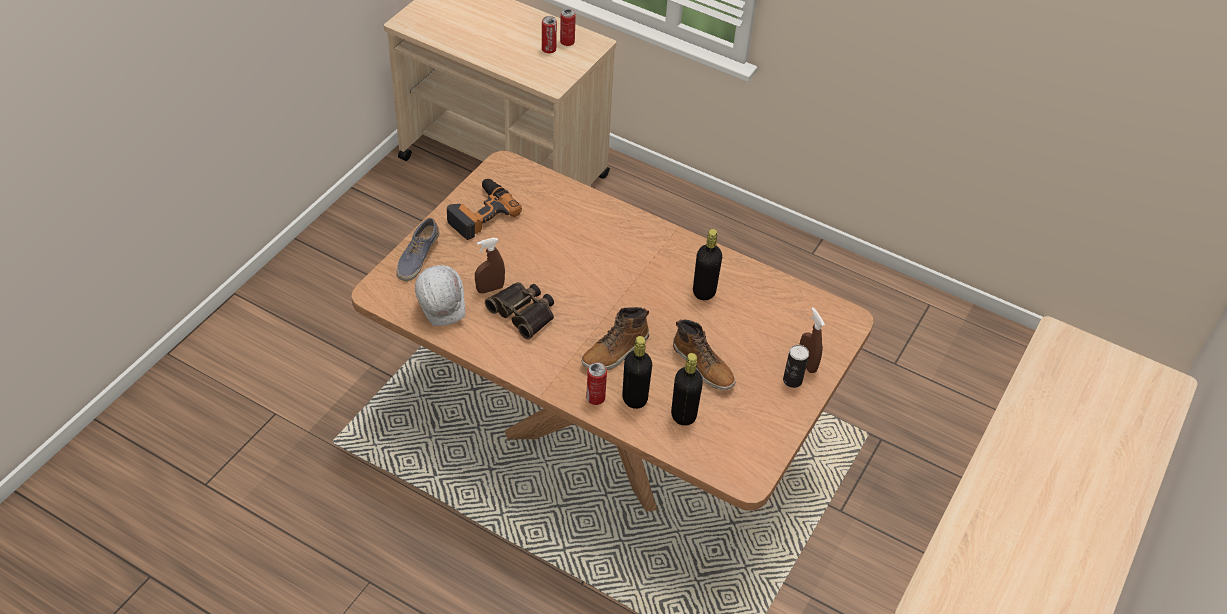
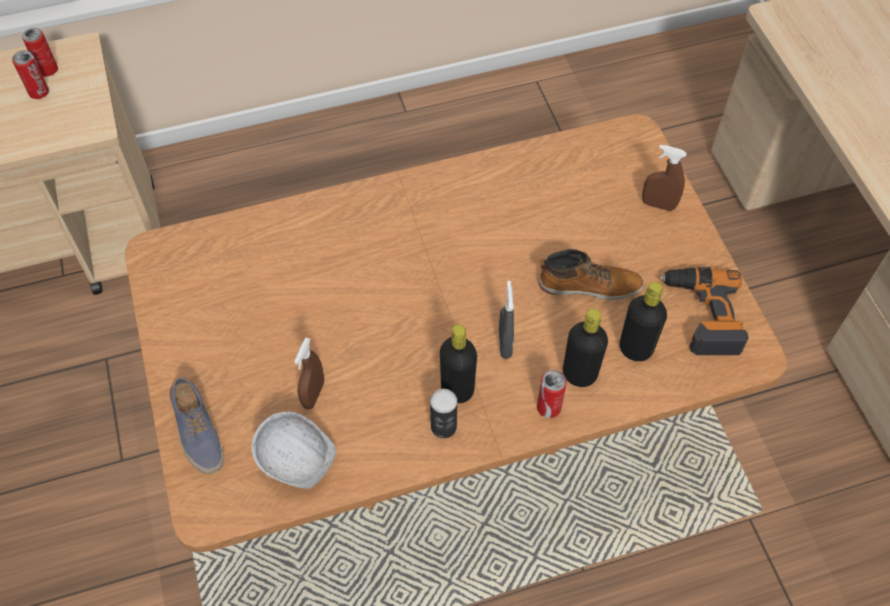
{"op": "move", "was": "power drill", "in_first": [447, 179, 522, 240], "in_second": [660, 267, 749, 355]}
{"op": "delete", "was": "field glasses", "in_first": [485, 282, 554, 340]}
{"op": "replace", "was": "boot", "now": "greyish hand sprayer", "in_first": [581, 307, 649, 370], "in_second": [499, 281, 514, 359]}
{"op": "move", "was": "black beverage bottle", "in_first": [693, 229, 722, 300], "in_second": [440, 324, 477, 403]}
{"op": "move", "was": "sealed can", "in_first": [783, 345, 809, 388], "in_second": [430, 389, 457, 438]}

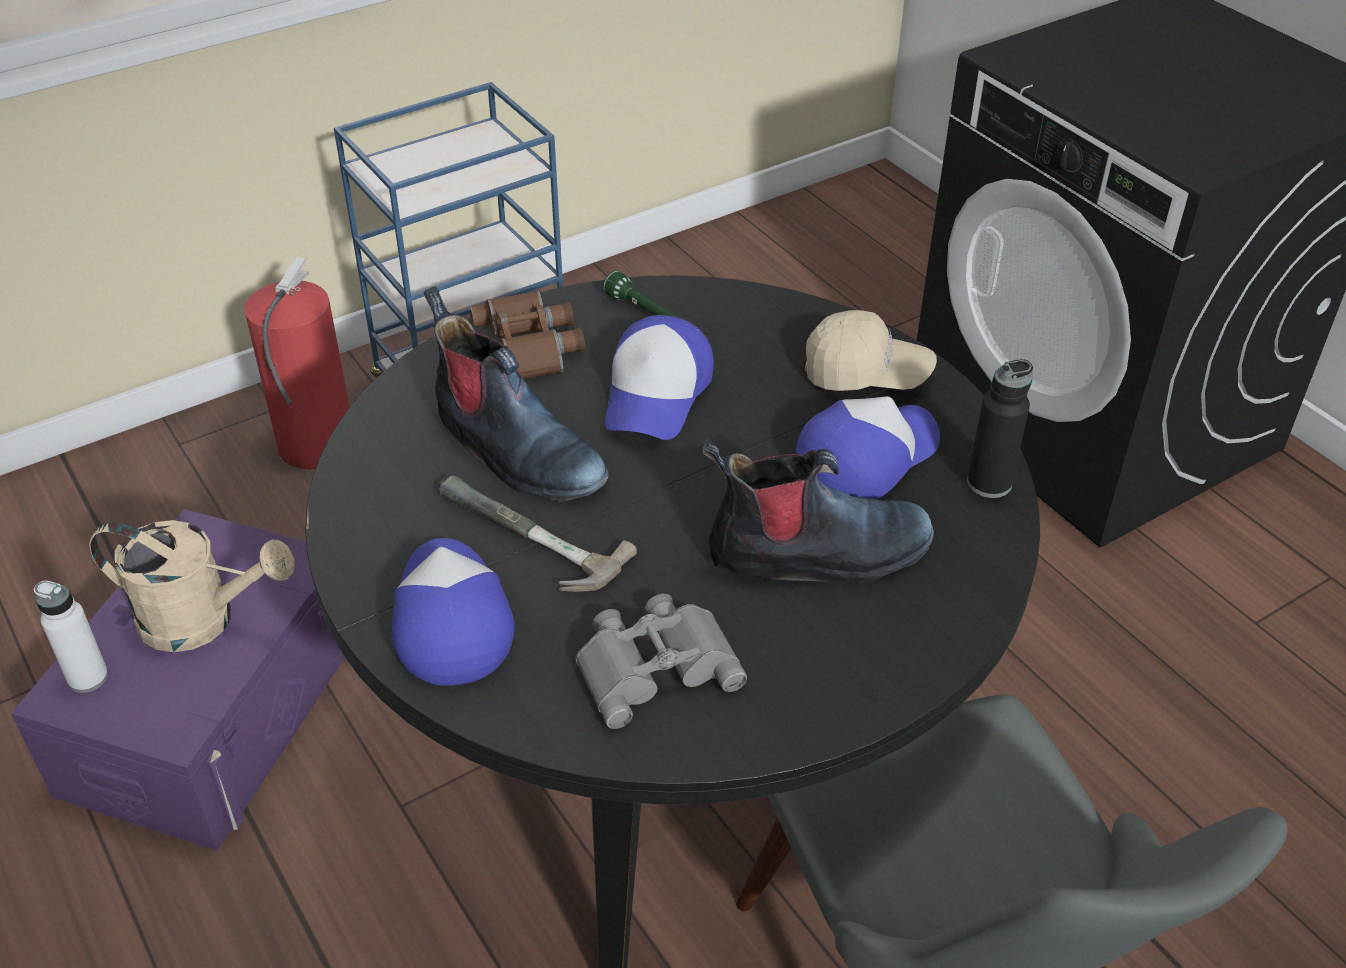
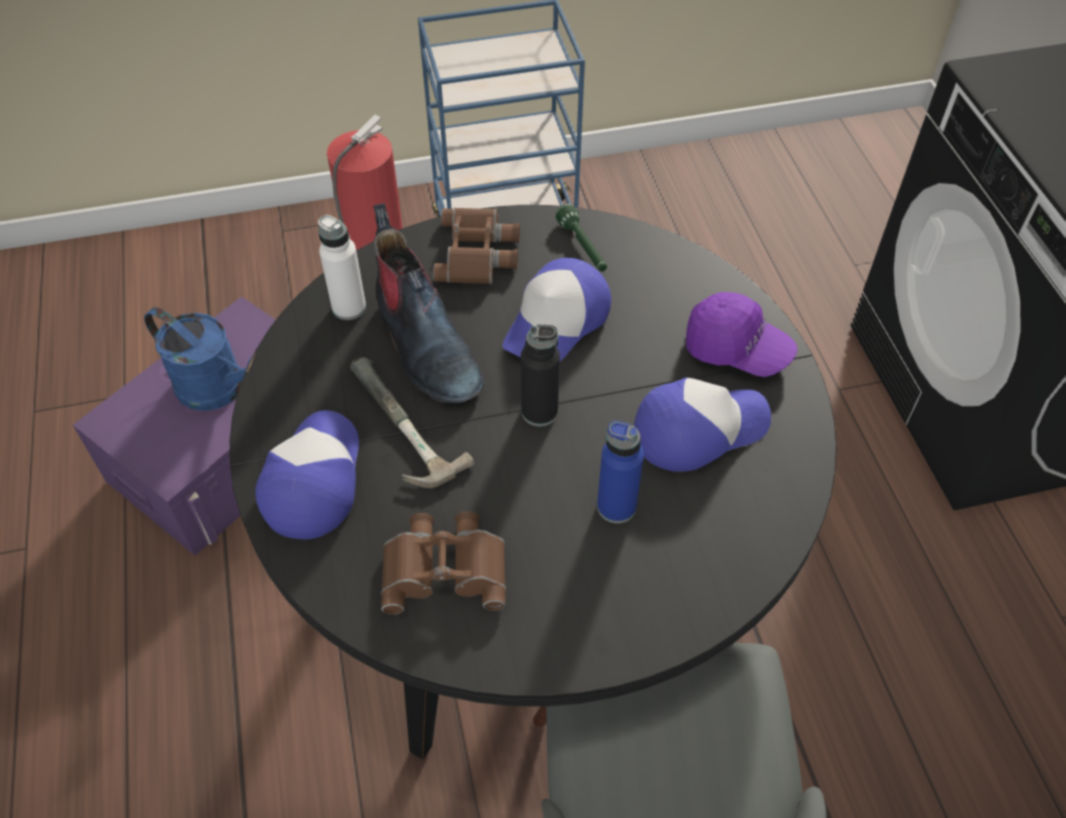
{"op": "move", "was": "whitish beverage bottle", "in_first": [34, 581, 108, 693], "in_second": [318, 215, 366, 320]}
{"op": "recolor", "was": "beige watering pot", "now": "bluish watering pot", "in_first": [89, 520, 295, 652], "in_second": [144, 307, 253, 411]}
{"op": "recolor", "was": "greyish field glasses", "now": "brown field glasses", "in_first": [575, 594, 747, 729], "in_second": [381, 511, 506, 615]}
{"op": "replace", "was": "boot", "now": "bluish beverage bottle", "in_first": [701, 438, 934, 583], "in_second": [597, 421, 644, 523]}
{"op": "recolor", "was": "beige cap", "now": "purplish cap", "in_first": [805, 310, 937, 391], "in_second": [686, 292, 797, 377]}
{"op": "move", "was": "black beverage bottle", "in_first": [967, 359, 1033, 498], "in_second": [521, 325, 560, 426]}

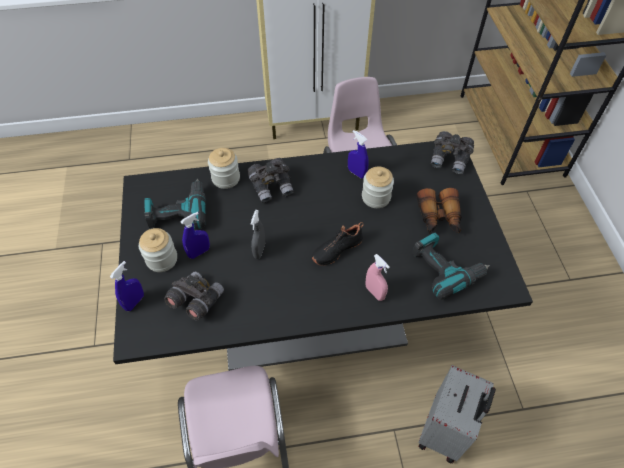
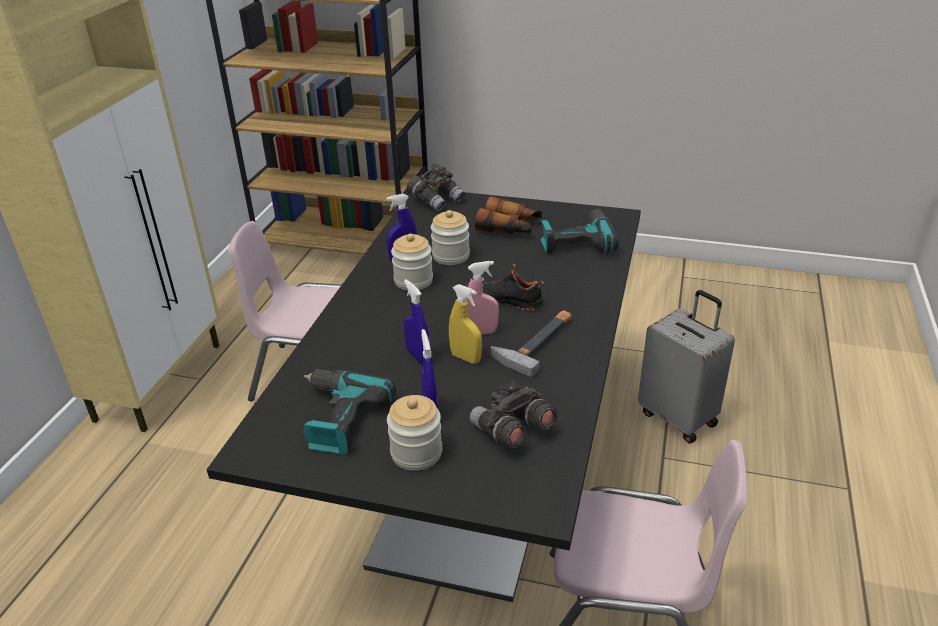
{"op": "move", "was": "bluish hand sprayer", "in_first": [110, 261, 144, 311], "in_second": [404, 279, 430, 364]}
{"op": "move", "was": "preserve jar", "in_first": [208, 148, 240, 189], "in_second": [391, 234, 433, 291]}
{"op": "delete", "was": "greyish field glasses", "in_first": [248, 158, 294, 203]}
{"op": "recolor", "was": "greyish hand sprayer", "now": "yellowish hand sprayer", "in_first": [251, 210, 265, 259], "in_second": [449, 284, 482, 364]}
{"op": "rotate", "was": "black shoe", "in_first": [312, 222, 363, 266], "in_second": [466, 264, 544, 311], "clockwise": 120}
{"op": "move", "was": "pink hand sprayer", "in_first": [365, 254, 390, 301], "in_second": [466, 261, 499, 335]}
{"op": "insert", "now": "hand hammer", "in_second": [491, 310, 571, 377]}

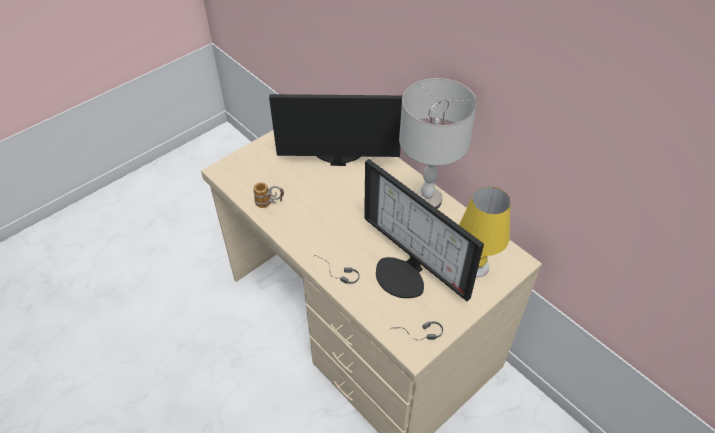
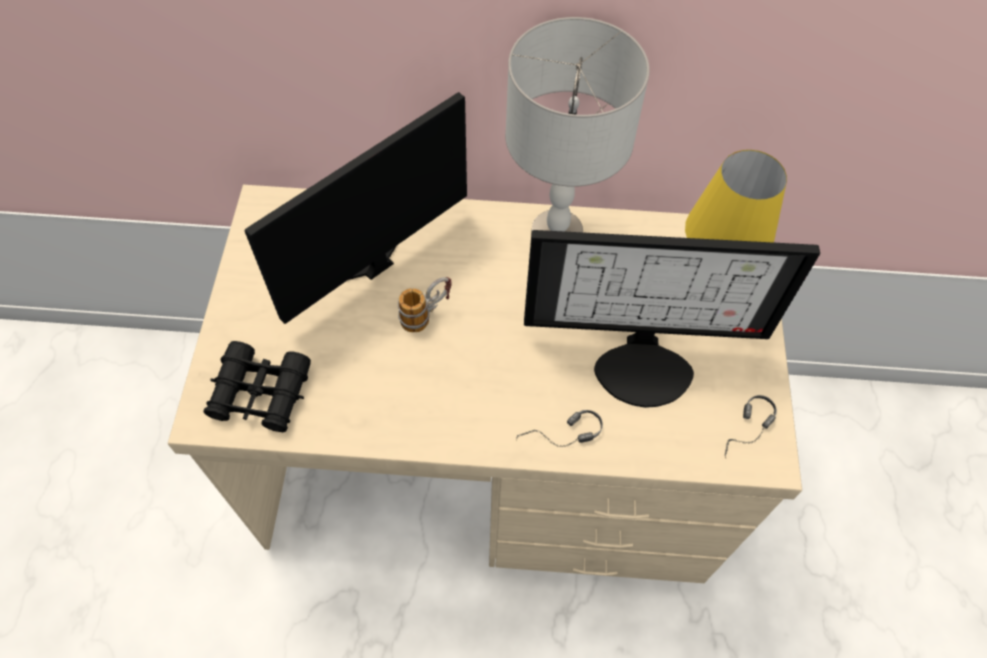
{"op": "move", "was": "tea mug", "in_first": [253, 182, 284, 208], "in_second": [398, 277, 452, 332]}
{"op": "insert", "now": "black field glasses", "in_second": [203, 341, 311, 432]}

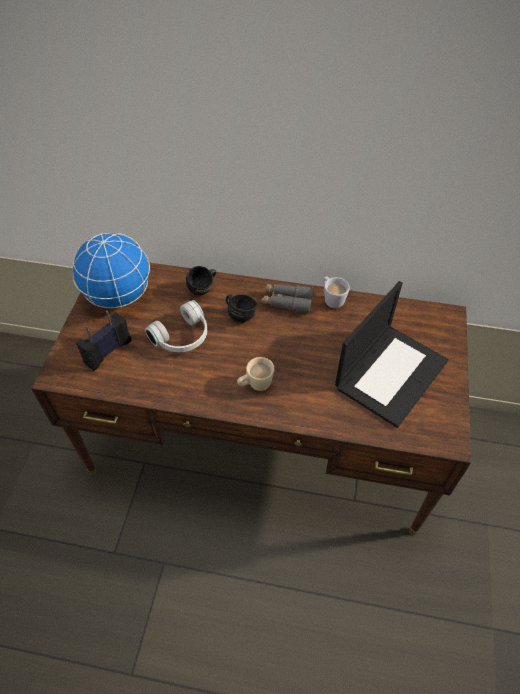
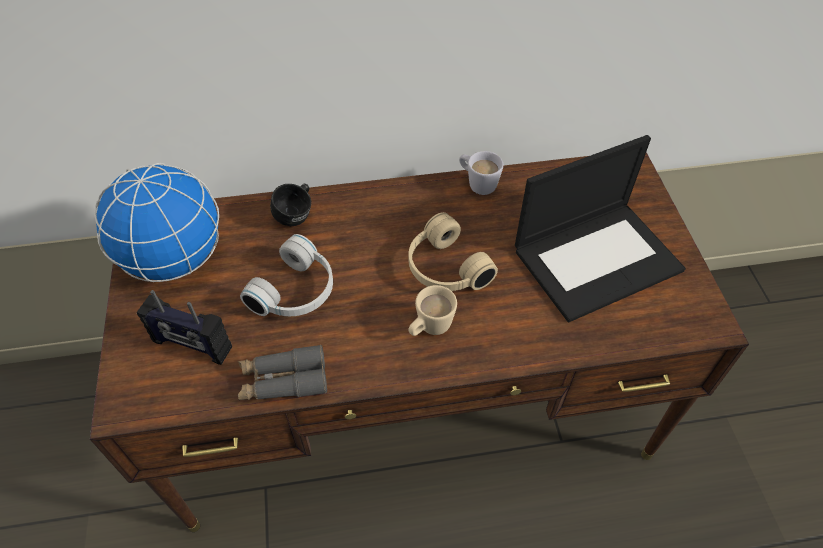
{"op": "rotate", "was": "radio set", "in_first": [76, 310, 132, 371], "in_second": [137, 290, 232, 365], "clockwise": -90}
{"op": "delete", "was": "black tea mug", "in_first": [226, 294, 257, 323]}
{"op": "move", "was": "greyish field glasses", "in_first": [261, 284, 314, 314], "in_second": [237, 344, 327, 400]}
{"op": "rotate", "was": "portable computer", "in_first": [335, 281, 448, 428], "in_second": [515, 135, 686, 322], "clockwise": 45}
{"op": "insert", "now": "beige headphones", "in_second": [409, 212, 498, 291]}

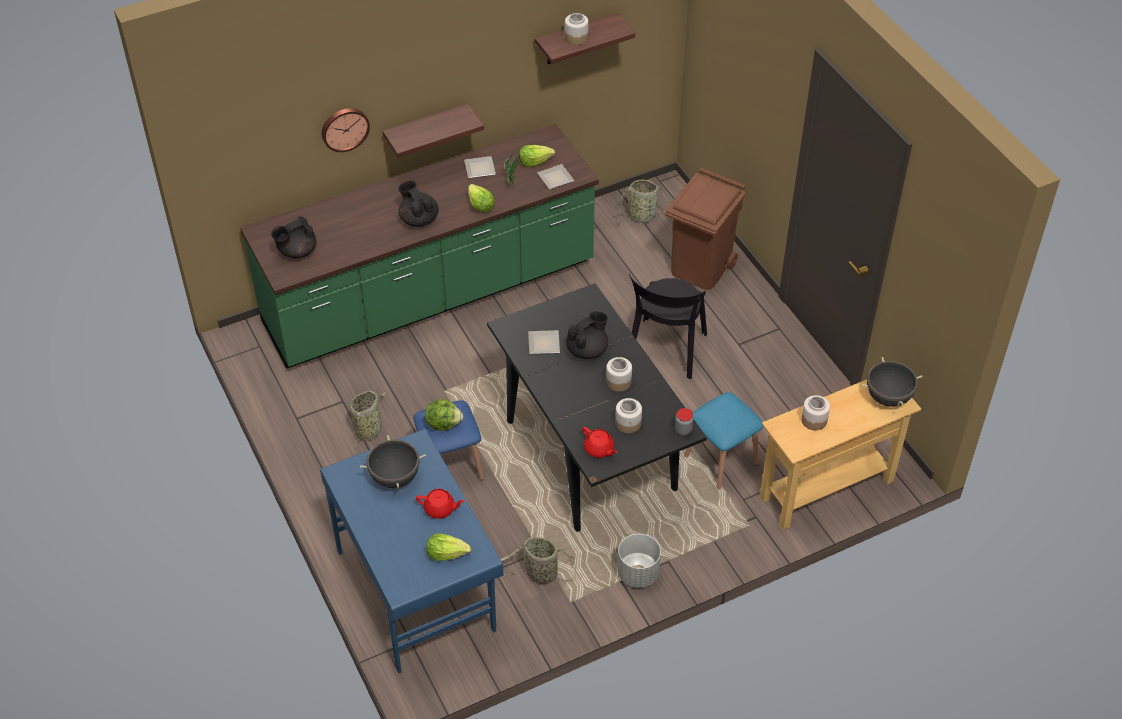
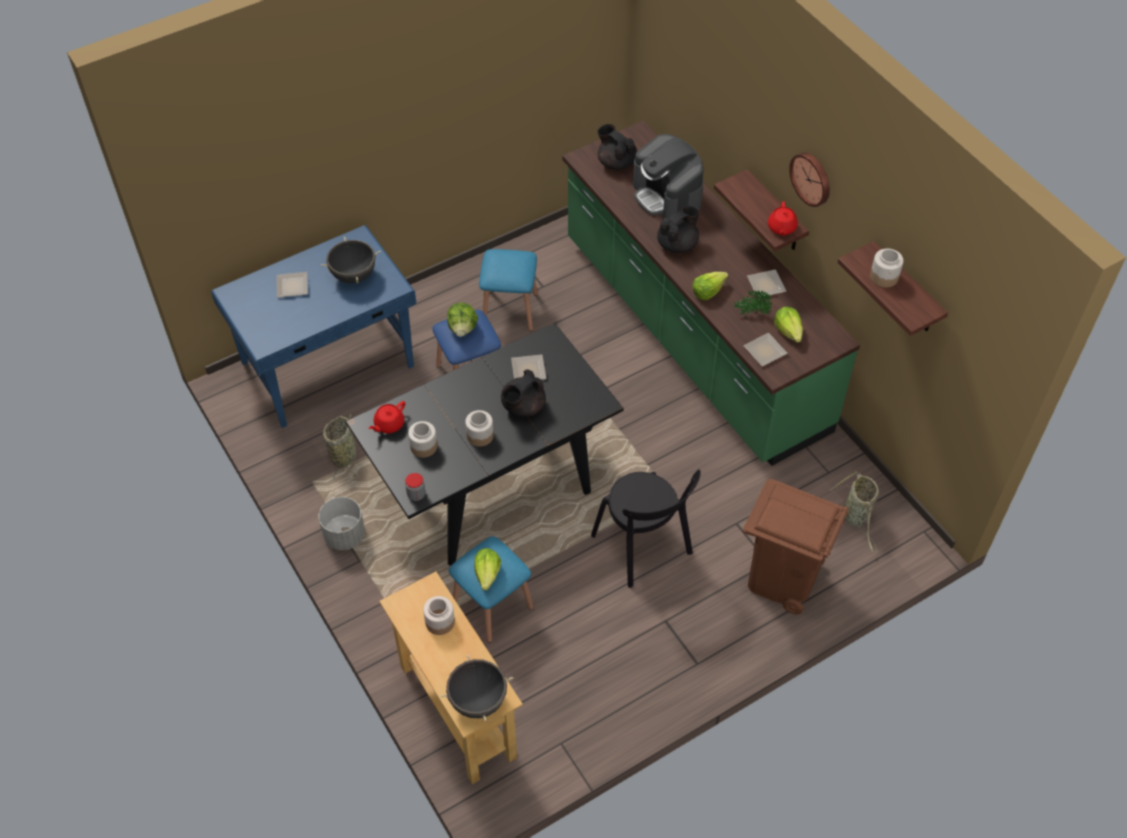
{"op": "move", "was": "hanging clock", "in_first": [322, 108, 370, 152], "in_second": [789, 152, 830, 207]}
{"op": "replace", "was": "basket", "now": "bluish stool seat", "in_first": [350, 390, 386, 453], "in_second": [479, 249, 538, 331]}
{"op": "move", "was": "red-coloured teapot", "in_first": [416, 489, 465, 519], "in_second": [768, 201, 798, 236]}
{"op": "move", "was": "head of lettuce", "in_first": [426, 533, 471, 561], "in_second": [474, 548, 501, 590]}
{"op": "rotate", "was": "black teapot", "in_first": [566, 311, 608, 359], "in_second": [501, 370, 546, 417], "clockwise": 90}
{"op": "rotate", "was": "black plain chair", "in_first": [629, 274, 707, 379], "in_second": [591, 469, 701, 588], "clockwise": -135}
{"op": "insert", "now": "flat dish", "in_second": [277, 272, 308, 298]}
{"op": "insert", "now": "coffee maker", "in_second": [633, 134, 704, 219]}

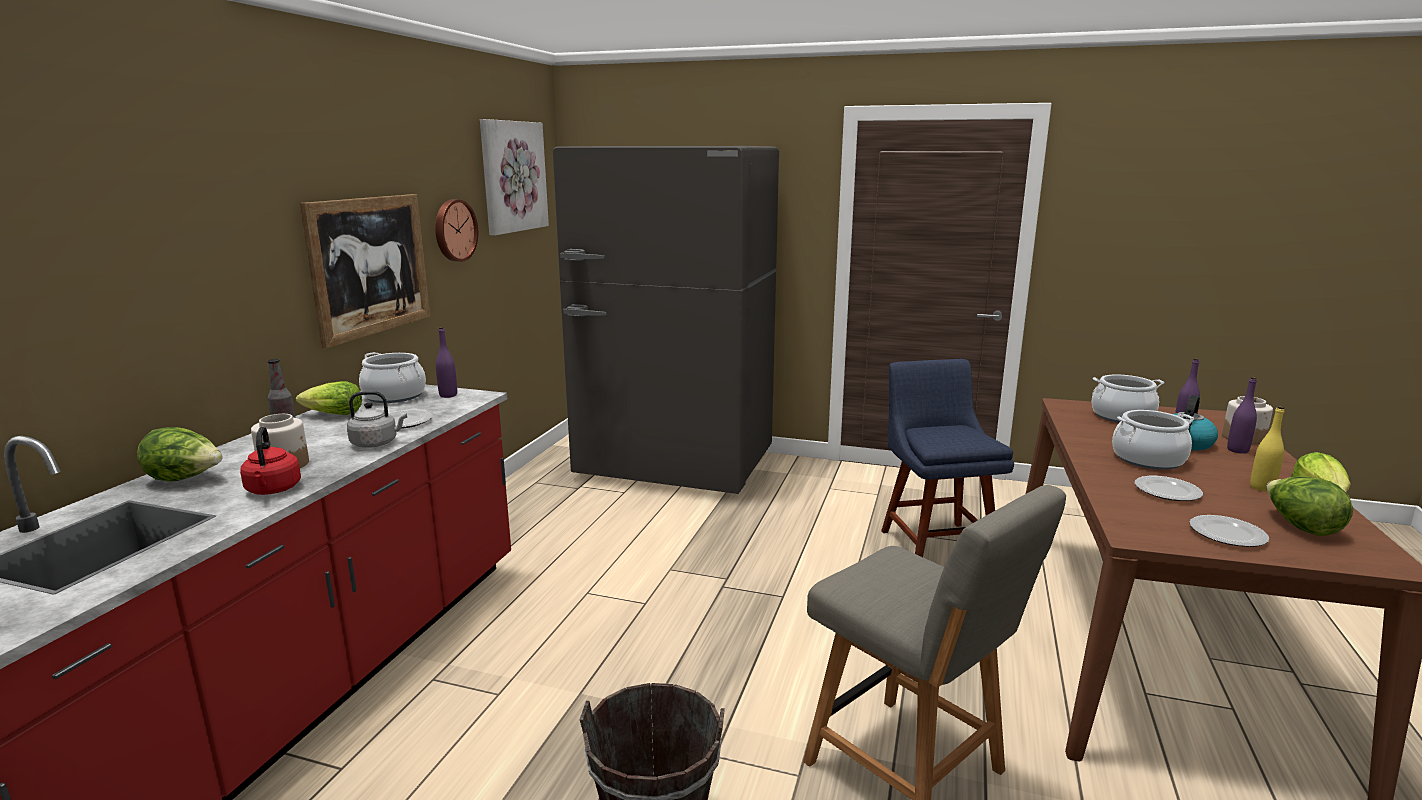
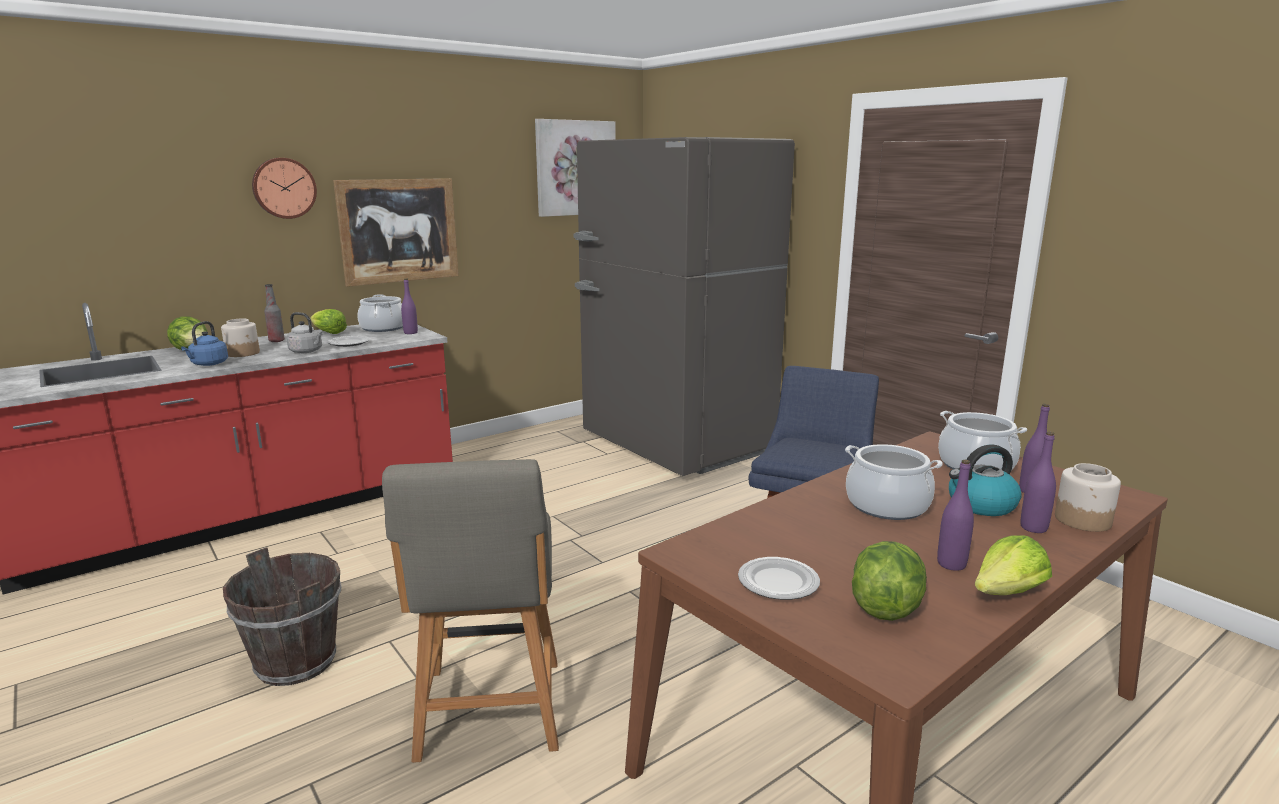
{"op": "recolor", "was": "red-coloured tea kettle", "now": "bluish tea kettle", "in_first": [240, 427, 301, 495], "in_second": [181, 321, 228, 366]}
{"op": "move", "was": "hanging clock", "in_first": [435, 199, 478, 262], "in_second": [252, 158, 317, 219]}
{"op": "delete", "was": "flat dish", "in_first": [1135, 476, 1203, 501]}
{"op": "recolor", "was": "yellowish beverage bottle", "now": "purplish beverage bottle", "in_first": [1250, 406, 1284, 492], "in_second": [937, 460, 974, 571]}

